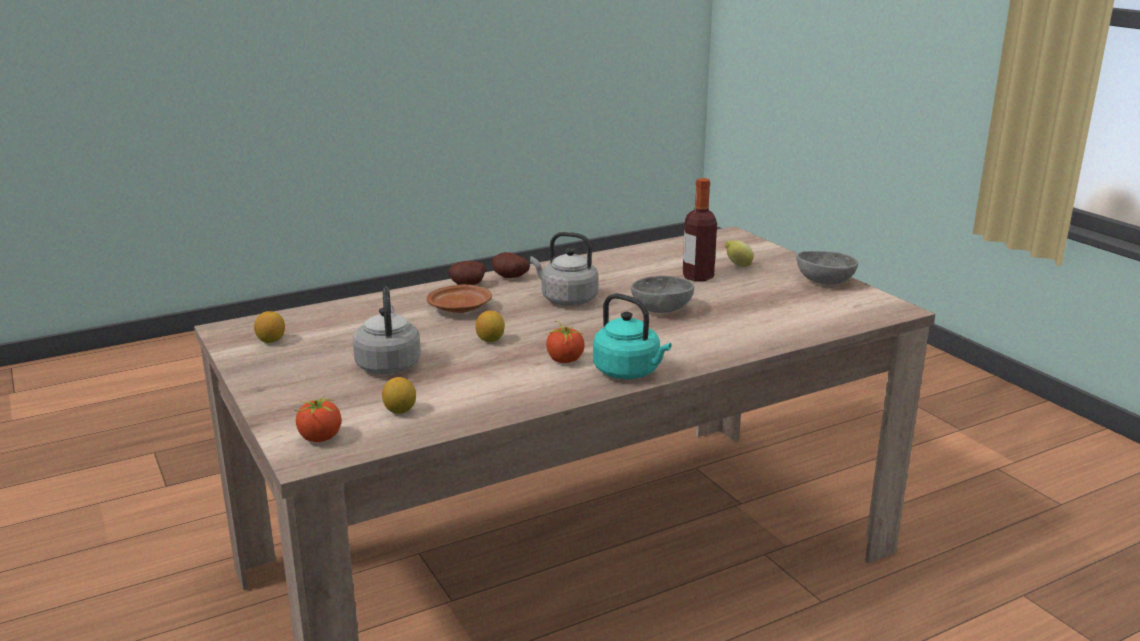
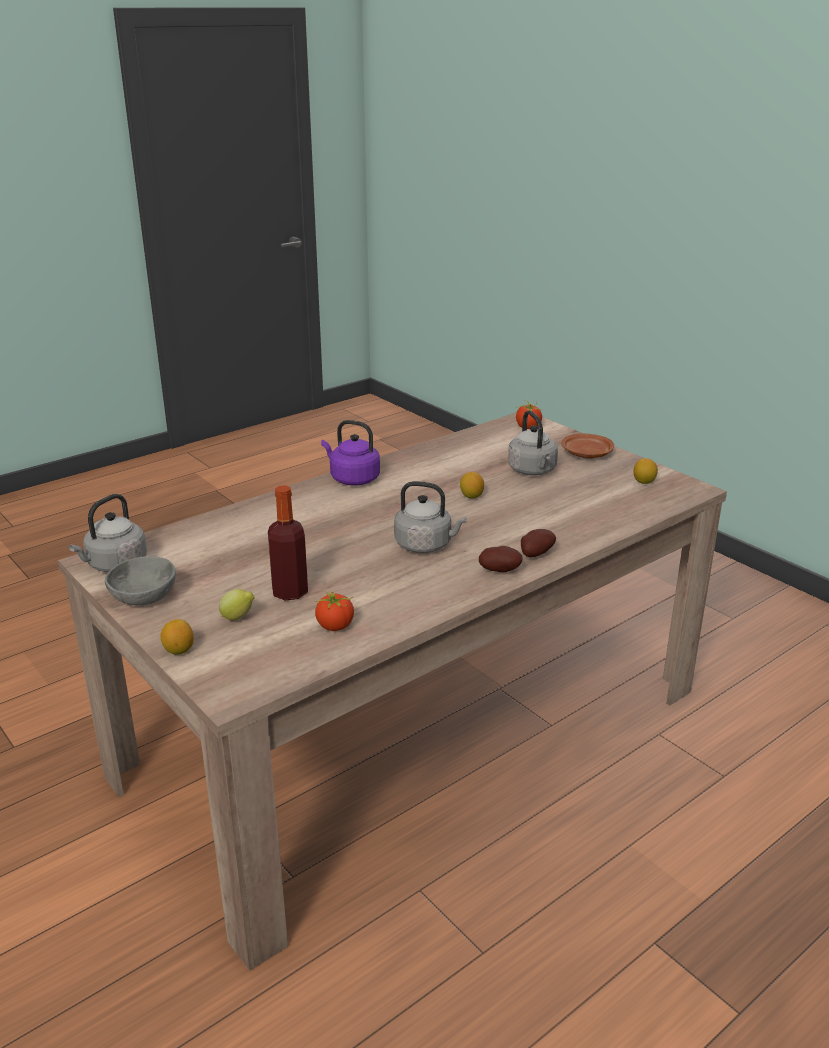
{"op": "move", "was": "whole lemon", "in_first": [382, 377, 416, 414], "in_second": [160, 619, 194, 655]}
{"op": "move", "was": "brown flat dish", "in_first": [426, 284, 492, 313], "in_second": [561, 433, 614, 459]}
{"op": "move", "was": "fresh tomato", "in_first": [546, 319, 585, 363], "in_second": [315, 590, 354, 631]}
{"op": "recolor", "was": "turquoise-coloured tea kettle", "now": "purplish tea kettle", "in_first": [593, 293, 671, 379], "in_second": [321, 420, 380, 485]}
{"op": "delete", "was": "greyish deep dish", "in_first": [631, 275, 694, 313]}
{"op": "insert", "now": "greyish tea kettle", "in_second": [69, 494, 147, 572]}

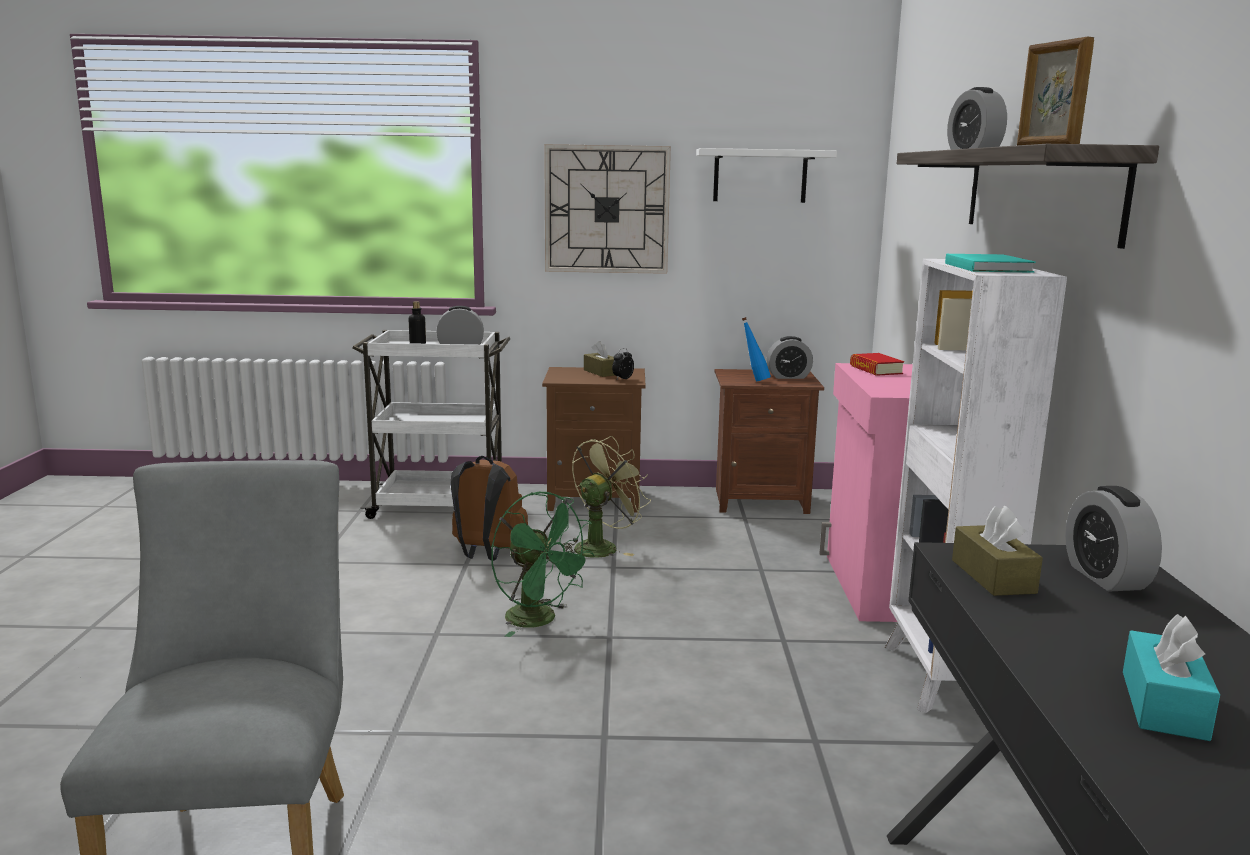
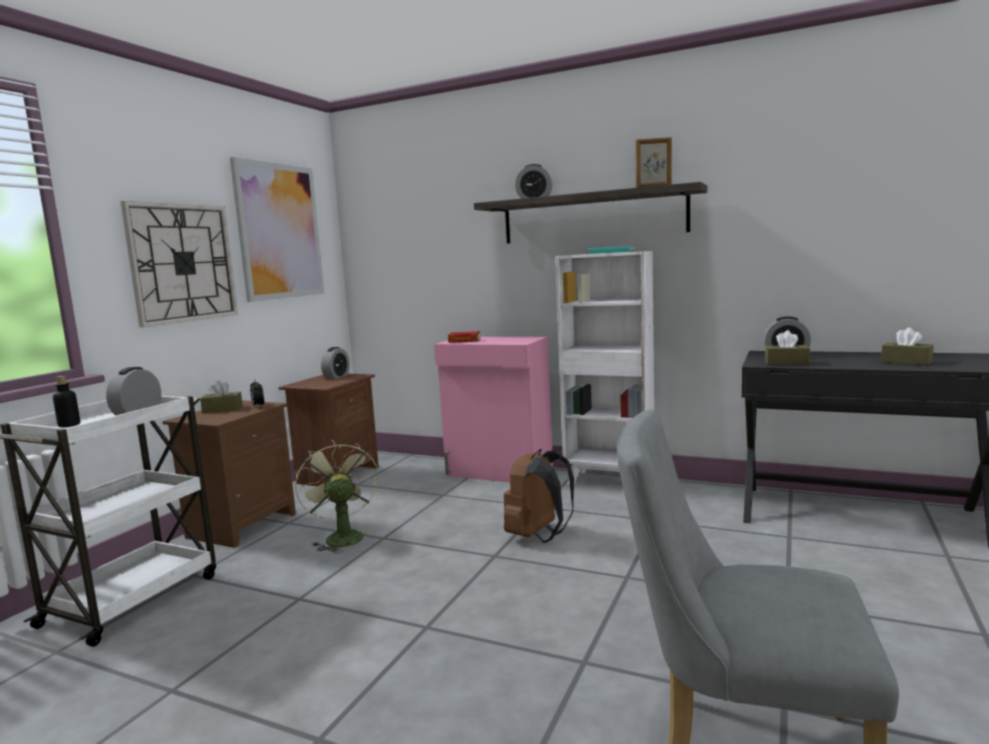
{"op": "move", "was": "brown rucksack", "in_first": [450, 456, 528, 561], "in_second": [504, 449, 574, 543]}
{"op": "delete", "was": "green-coloured fan", "in_first": [491, 492, 595, 637]}
{"op": "replace", "was": "whitish wall shelf", "now": "wall picture", "in_first": [696, 148, 837, 203], "in_second": [230, 157, 324, 302]}
{"op": "delete", "was": "bluish beverage bottle", "in_first": [742, 317, 771, 382]}
{"op": "recolor", "was": "turquoise-coloured box of tissues", "now": "brown box of tissues", "in_first": [1123, 614, 1220, 741], "in_second": [881, 328, 933, 365]}

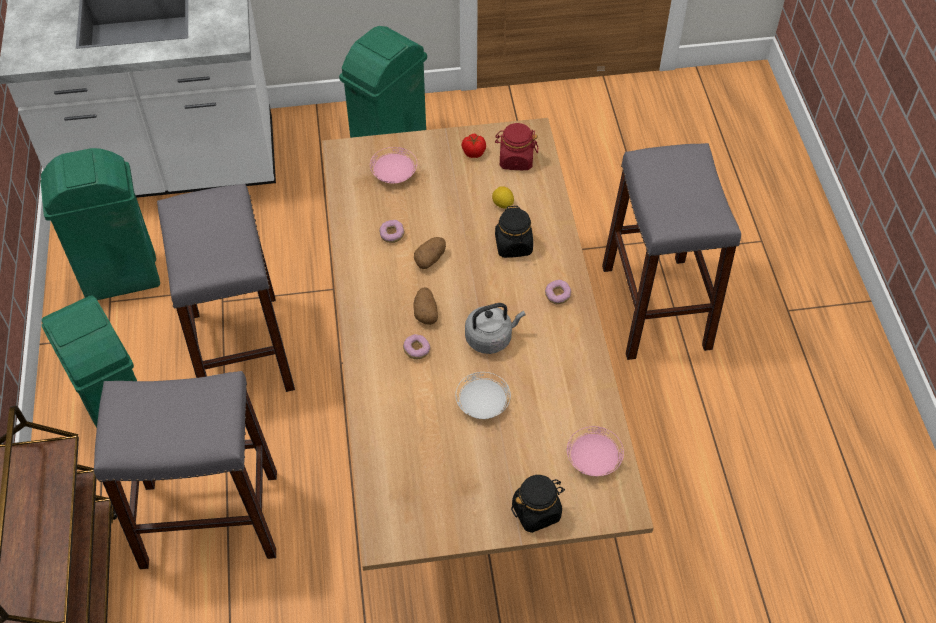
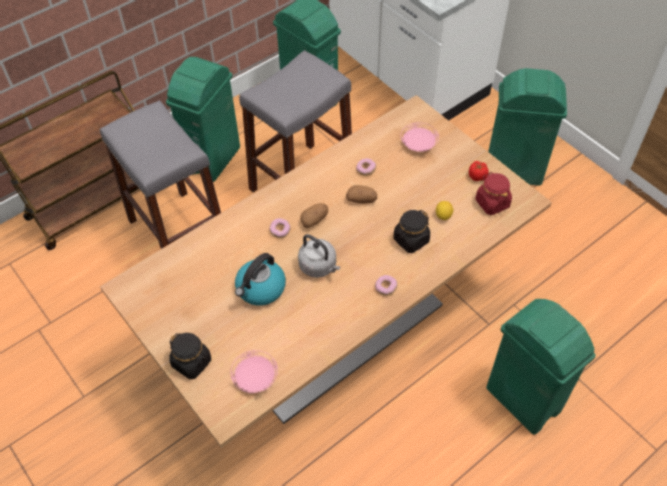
{"op": "replace", "was": "whitish flat dish", "now": "tea kettle", "in_first": [455, 372, 511, 420], "in_second": [235, 253, 286, 306]}
{"op": "replace", "was": "greyish stool seat", "now": "green-coloured rubbish bin", "in_first": [602, 143, 741, 360], "in_second": [486, 299, 596, 435]}

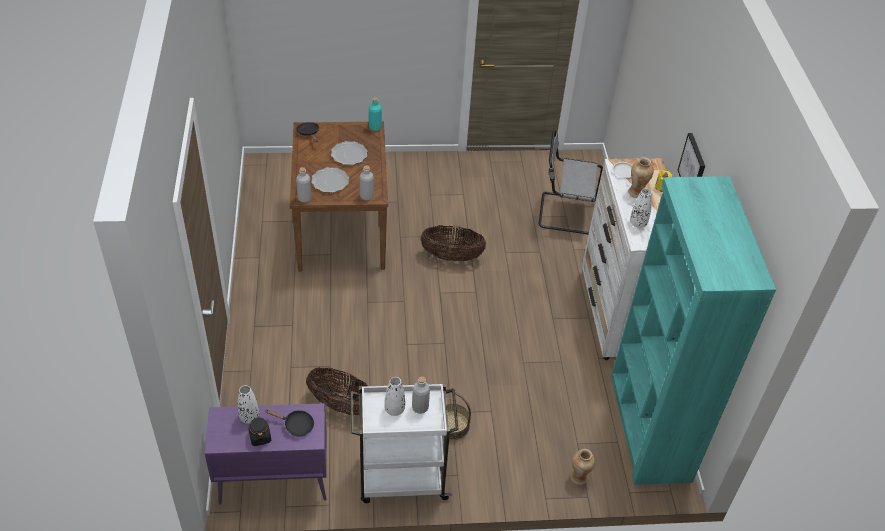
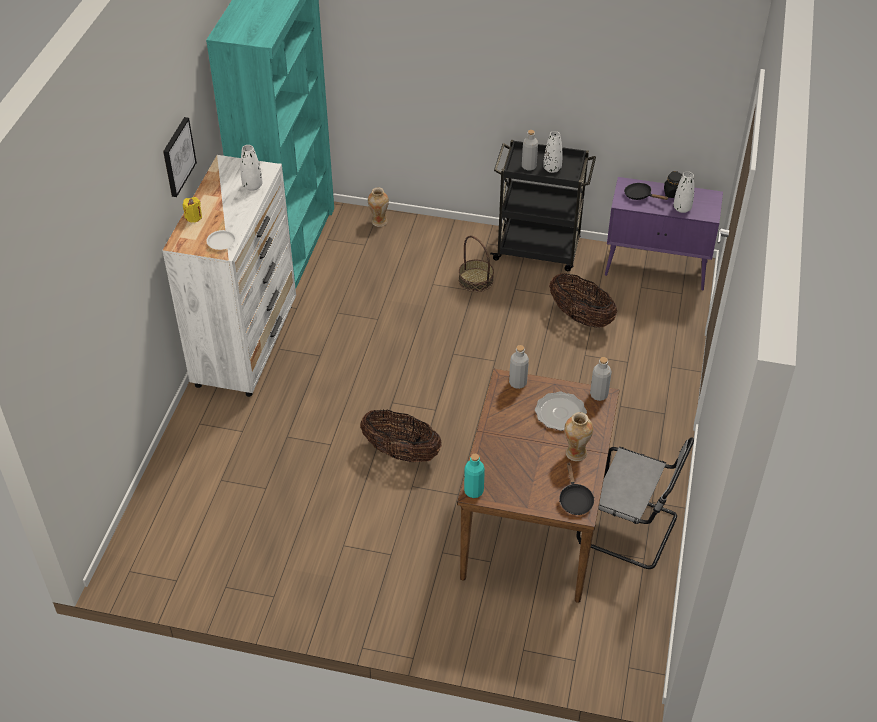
{"op": "delete", "was": "flat dish", "in_first": [331, 141, 367, 165]}
{"op": "recolor", "was": "whitish cart", "now": "black cart", "in_first": [350, 384, 459, 503], "in_second": [490, 140, 596, 271]}
{"op": "move", "was": "greyish plain chair", "in_first": [539, 130, 603, 235], "in_second": [576, 437, 694, 569]}
{"op": "move", "was": "flower vase", "in_first": [628, 157, 654, 198], "in_second": [564, 412, 593, 461]}

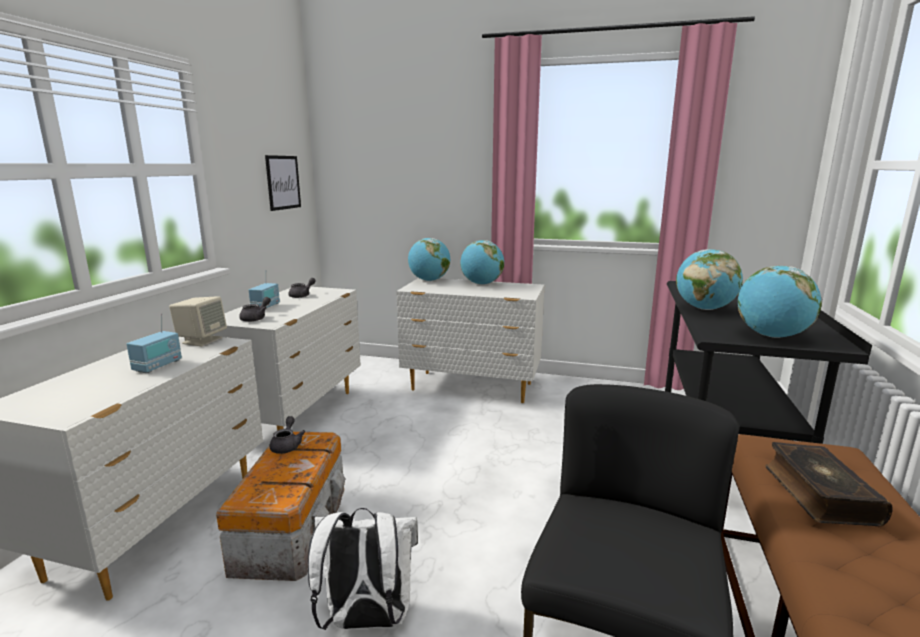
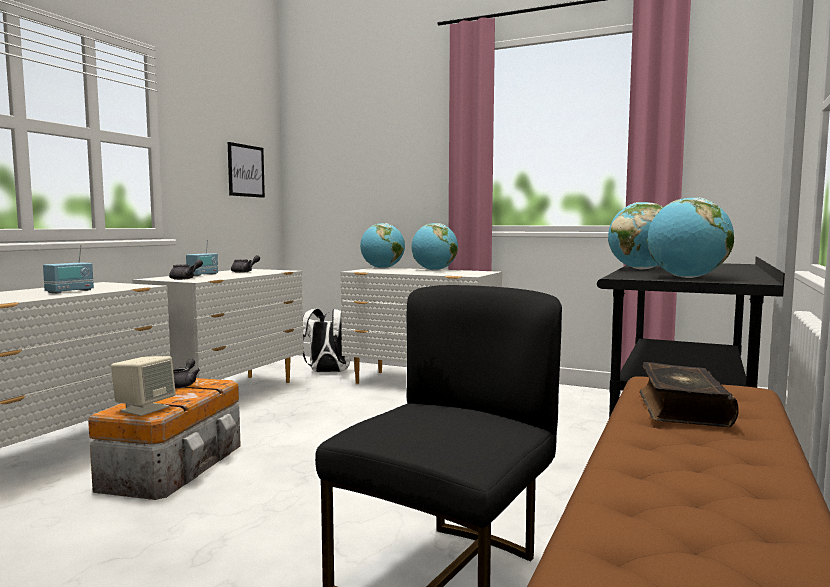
{"op": "move", "was": "beige speaker", "in_first": [169, 297, 227, 346], "in_second": [111, 356, 176, 416]}
{"op": "move", "was": "whitish rucksack", "in_first": [308, 508, 418, 630], "in_second": [303, 309, 351, 373]}

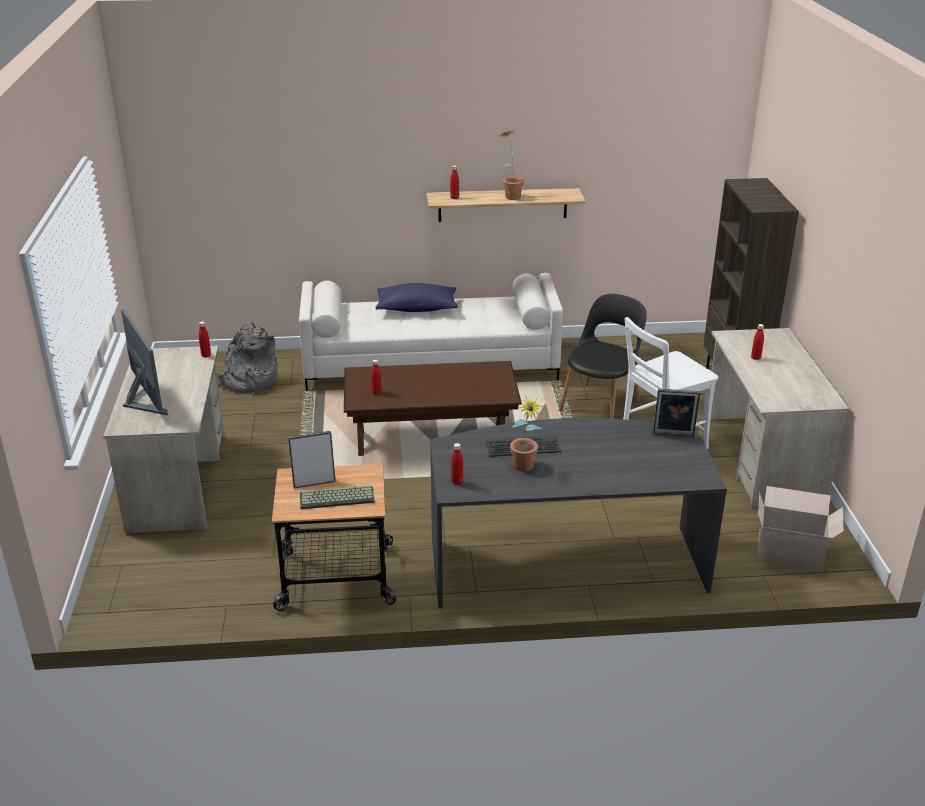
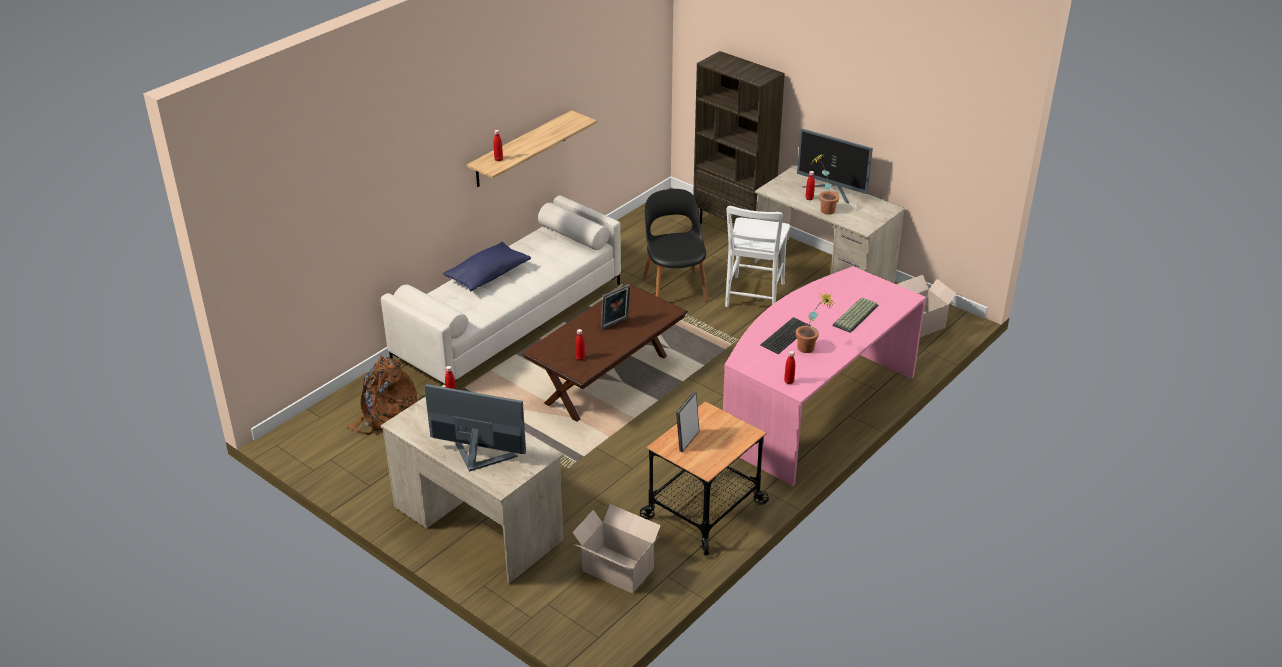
{"op": "recolor", "was": "greyish rucksack", "now": "brown rucksack", "in_first": [216, 321, 278, 393], "in_second": [347, 356, 417, 435]}
{"op": "move", "was": "keyboard", "in_first": [300, 485, 375, 509], "in_second": [833, 297, 878, 333]}
{"op": "recolor", "was": "greyish desk unit", "now": "pink desk unit", "in_first": [430, 418, 727, 608], "in_second": [723, 266, 926, 486]}
{"op": "move", "was": "houseplant", "in_first": [499, 131, 524, 200], "in_second": [812, 154, 839, 215]}
{"op": "move", "was": "photo frame", "in_first": [653, 389, 700, 437], "in_second": [601, 284, 630, 330]}
{"op": "insert", "now": "cardboard box", "in_second": [572, 504, 661, 594]}
{"op": "insert", "now": "monitor", "in_second": [797, 128, 873, 204]}

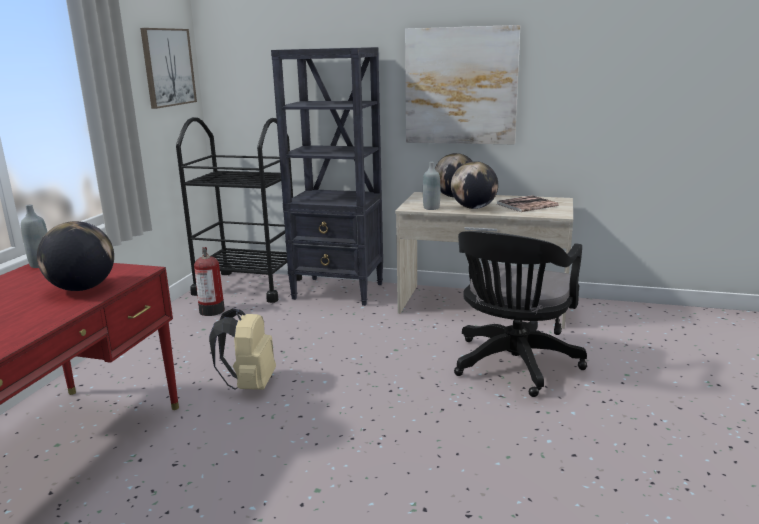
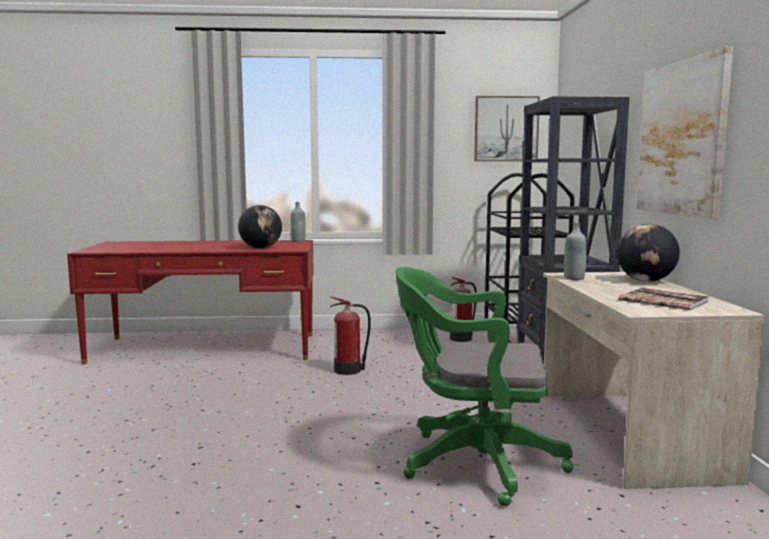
{"op": "replace", "was": "beige rucksack", "now": "extinguisher", "in_first": [209, 308, 276, 390], "in_second": [330, 297, 371, 375]}
{"op": "delete", "was": "desk globe", "in_first": [451, 161, 498, 209]}
{"op": "recolor", "was": "black computer chair", "now": "green-coloured computer chair", "in_first": [454, 231, 587, 397], "in_second": [395, 267, 573, 506]}

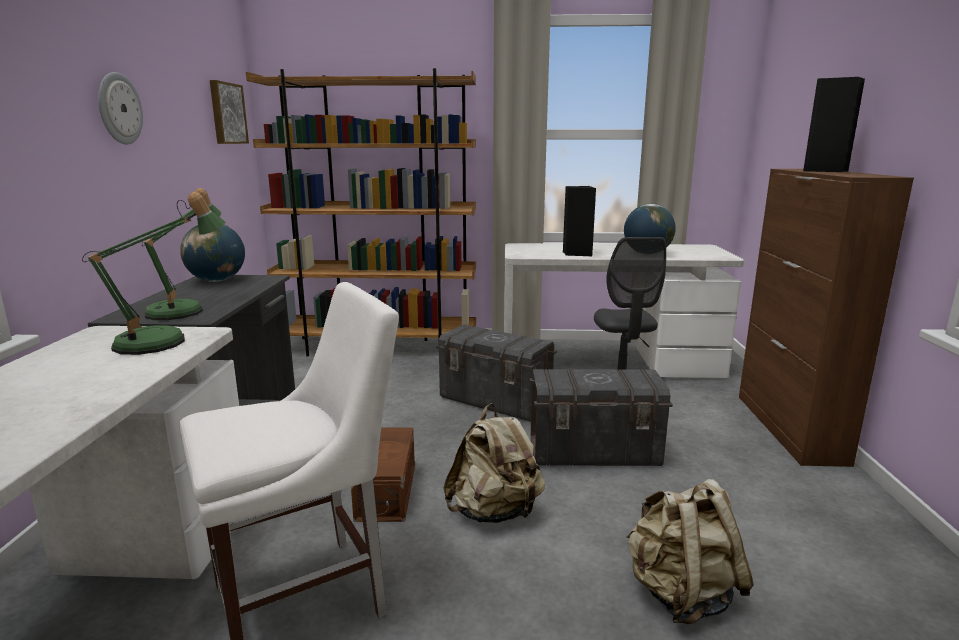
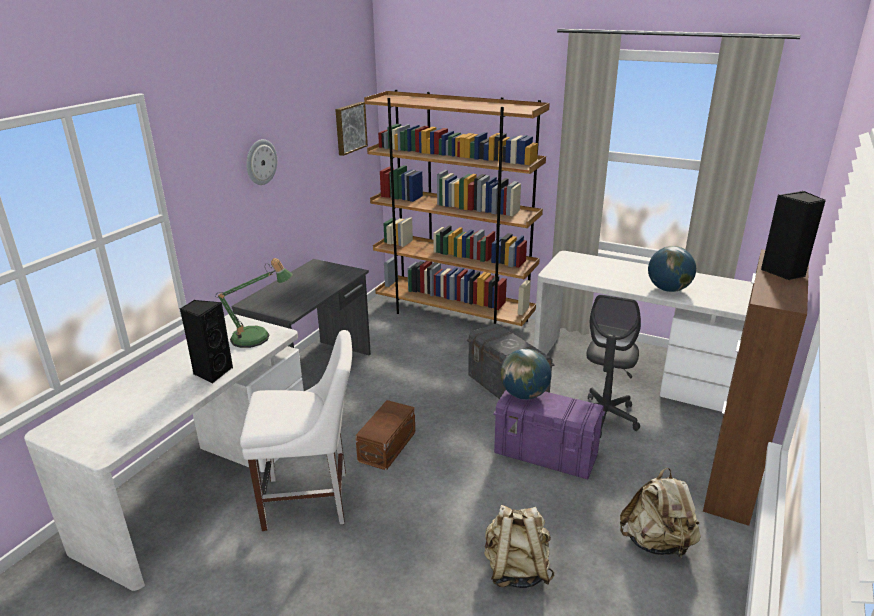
{"op": "delete", "was": "lamp for a table", "in_first": [142, 188, 222, 320]}
{"op": "move", "was": "desk globe", "in_first": [180, 225, 245, 282], "in_second": [501, 349, 551, 400]}
{"op": "move", "was": "beige rucksack", "in_first": [444, 403, 545, 523], "in_second": [620, 468, 701, 559]}
{"op": "recolor", "was": "greyish storage bin", "now": "purplish storage bin", "in_first": [530, 369, 673, 466], "in_second": [493, 390, 605, 480]}
{"op": "move", "was": "black speaker", "in_first": [563, 186, 596, 256], "in_second": [180, 300, 233, 383]}

